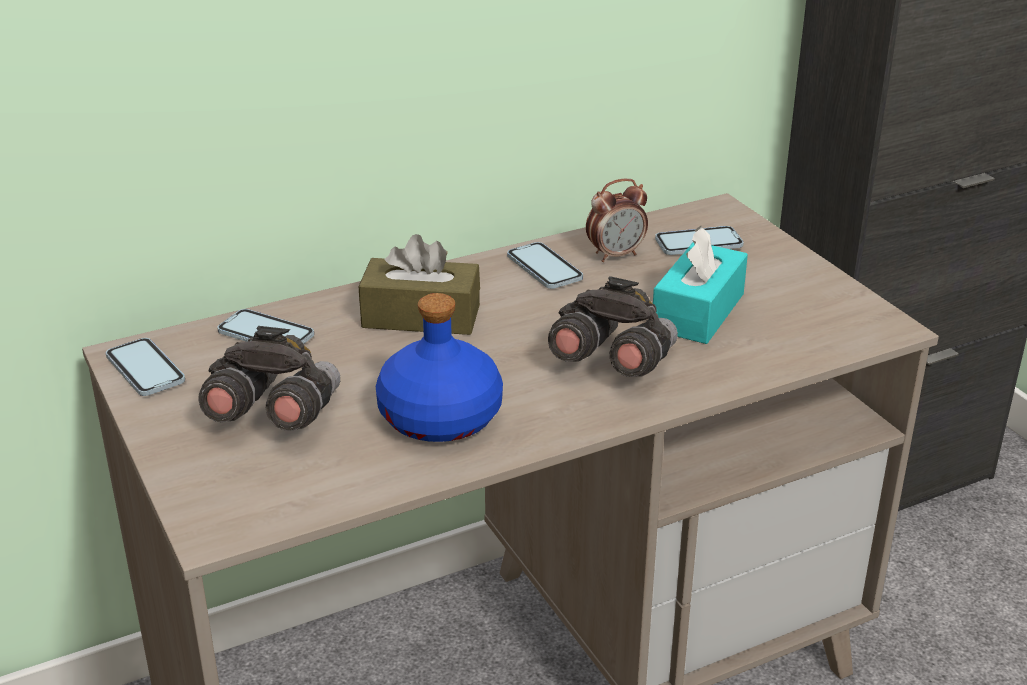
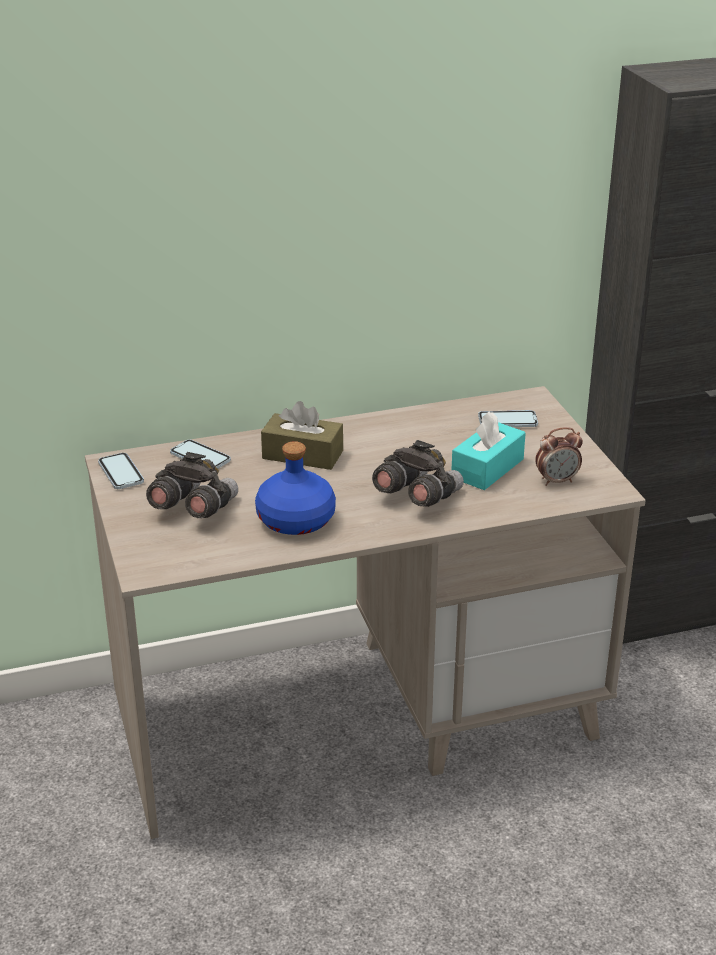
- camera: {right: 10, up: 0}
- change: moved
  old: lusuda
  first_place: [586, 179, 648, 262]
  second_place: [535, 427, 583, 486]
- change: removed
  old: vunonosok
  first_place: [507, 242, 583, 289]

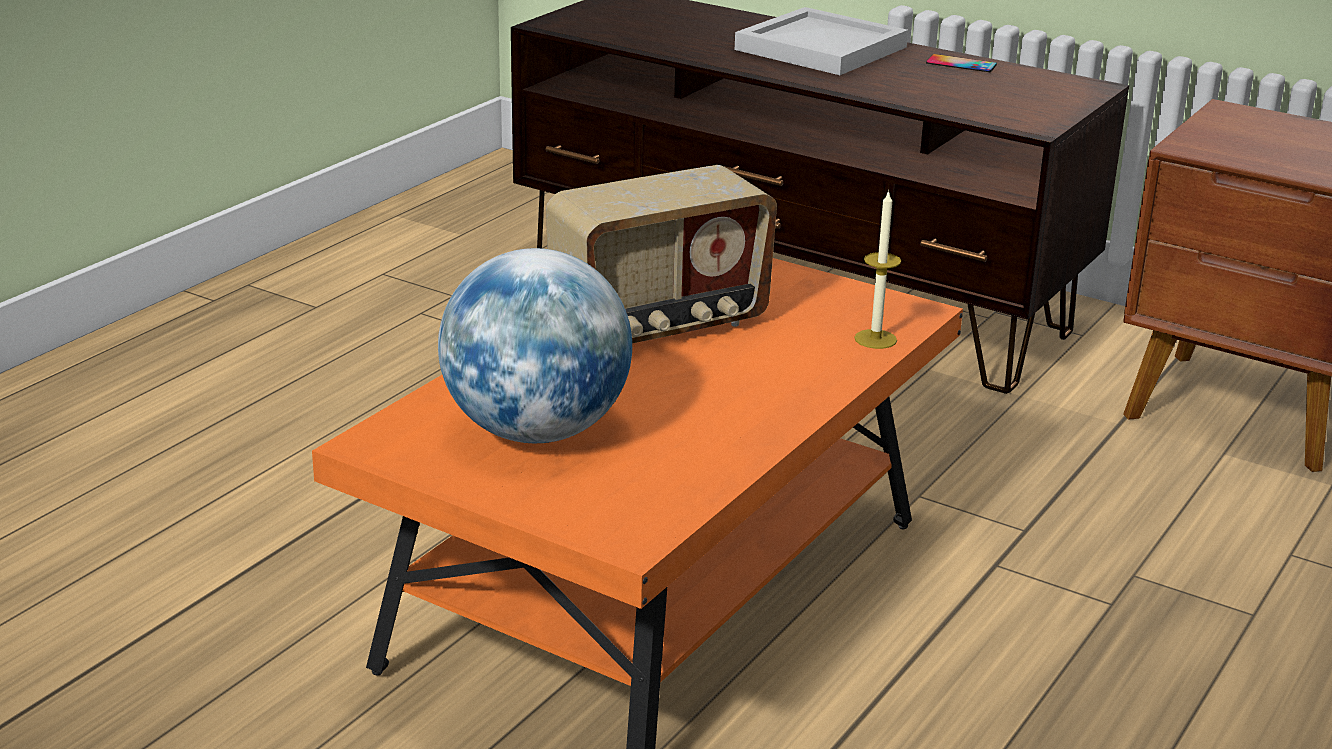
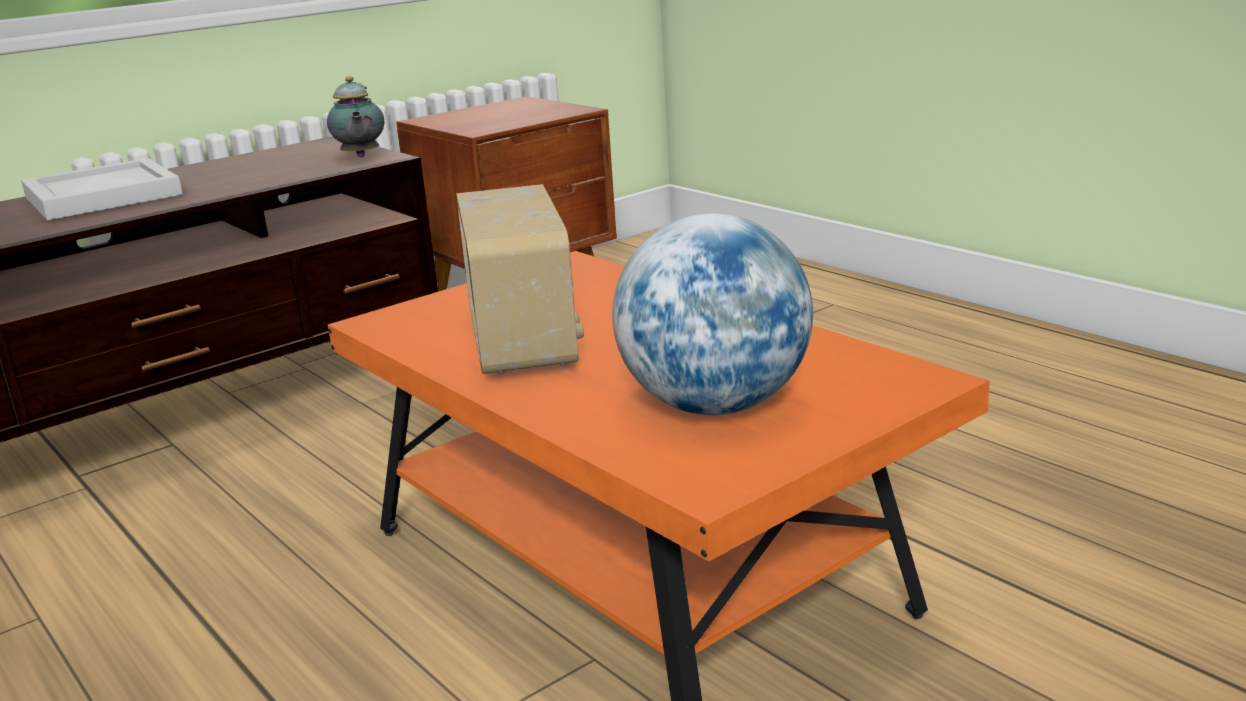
- camera: {right: -70, up: -5}
- change: removed
  old: vunonosok
  first_place: [926, 54, 997, 72]
- change: removed
  old: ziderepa
  first_place: [854, 190, 901, 349]
- change: added
  new: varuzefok
  second_place: [327, 76, 384, 157]

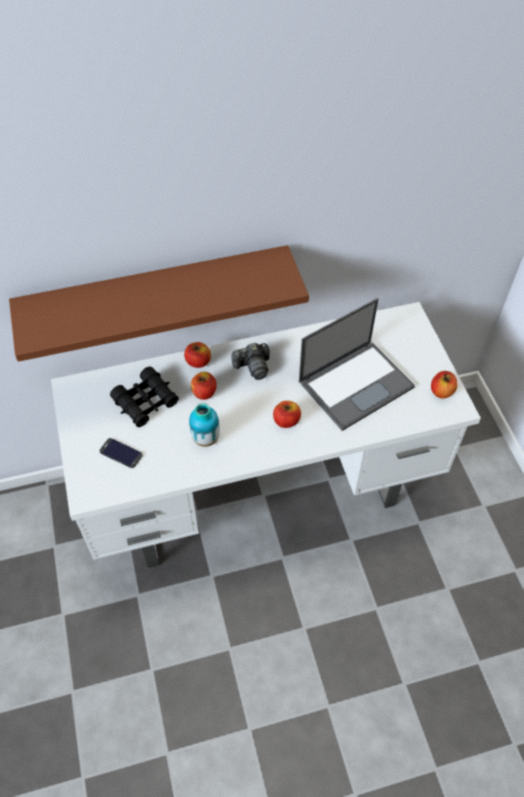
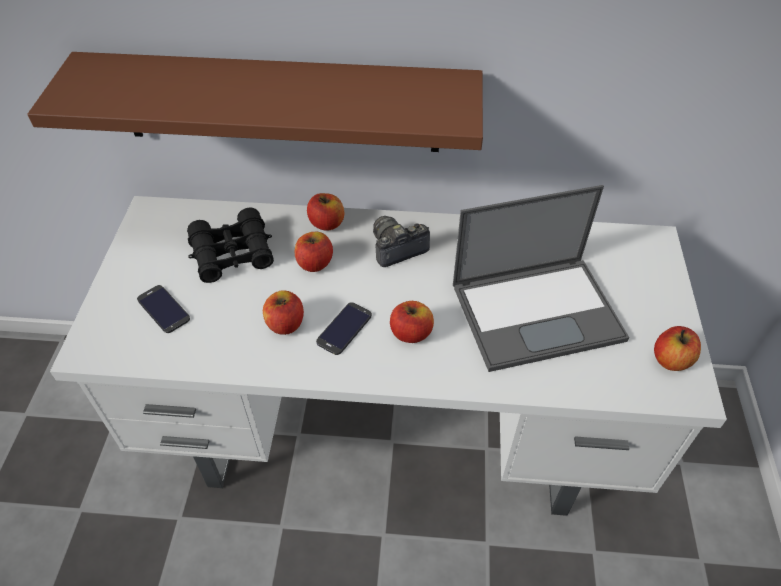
- camera: {right: 20, up: -5}
- change: turned
  old: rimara
  first_place: [231, 343, 270, 380]
  second_place: [373, 216, 430, 267]
  degrees: 150
- change: replaced
  old: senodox
  new: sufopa
  first_place: [189, 403, 220, 447]
  second_place: [263, 290, 304, 335]
- change: added
  new: vunonosok
  second_place: [316, 302, 372, 355]

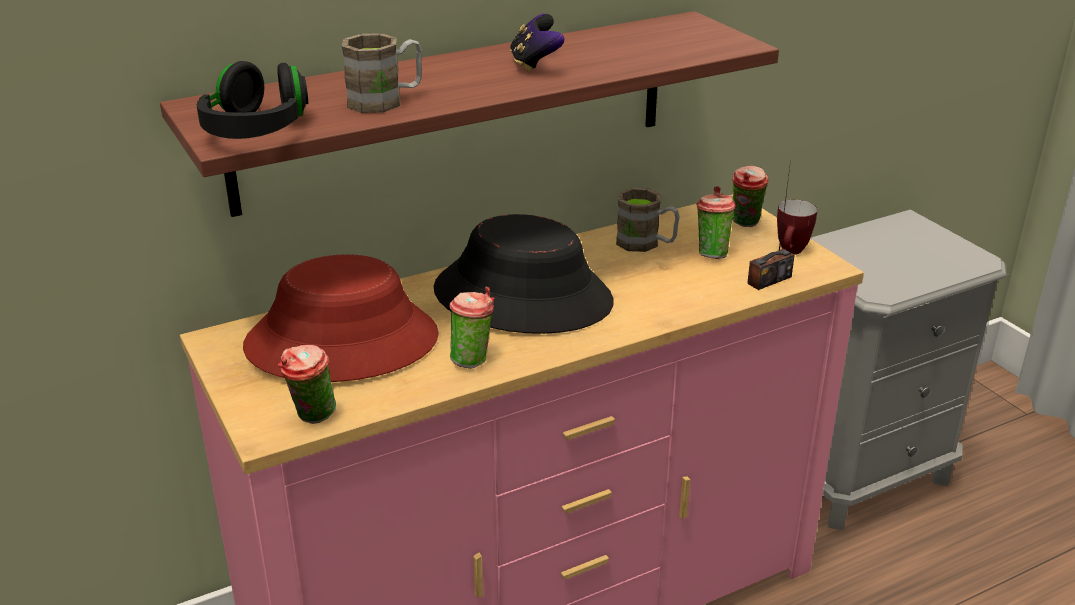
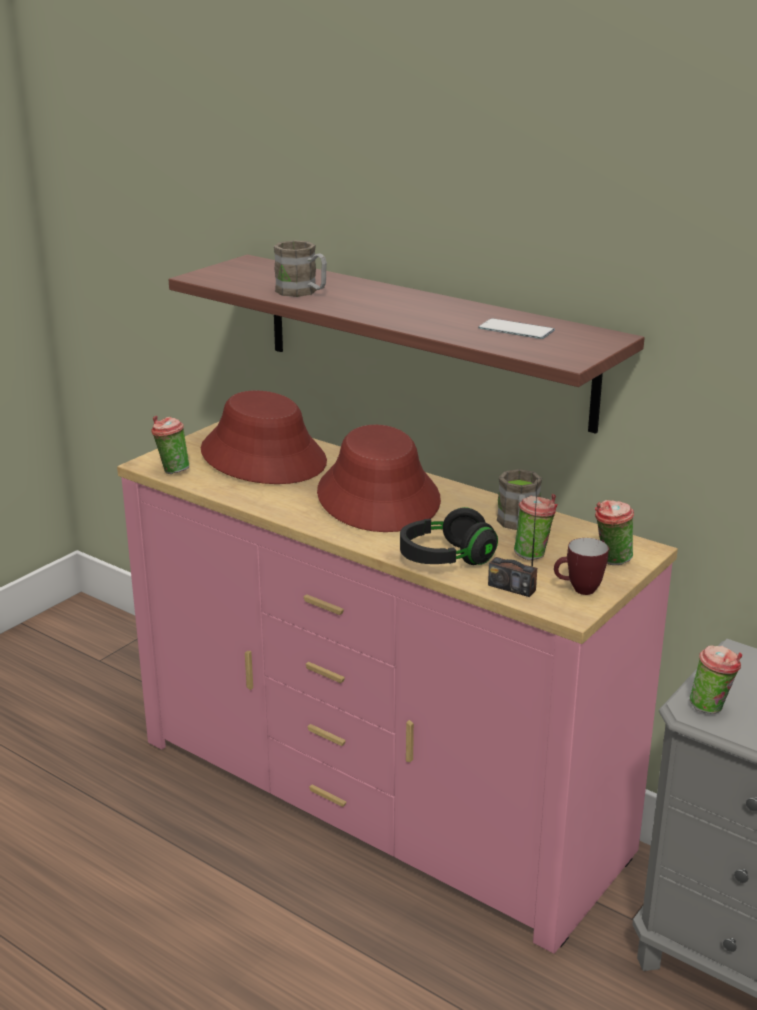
- camera: {right: 65, up: -5}
- change: removed
  old: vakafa
  first_place: [510, 14, 564, 72]
- change: moved
  old: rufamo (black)
  first_place: [197, 61, 308, 139]
  second_place: [400, 507, 498, 565]
- change: recoloured
  old: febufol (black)
  new: febufol (red)
  first_place: [433, 214, 614, 334]
  second_place: [317, 425, 441, 532]
- change: moved
  old: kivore
  first_place: [449, 286, 494, 369]
  second_place: [689, 646, 742, 714]
- change: added
  new: vunonosok
  second_place: [478, 318, 555, 339]

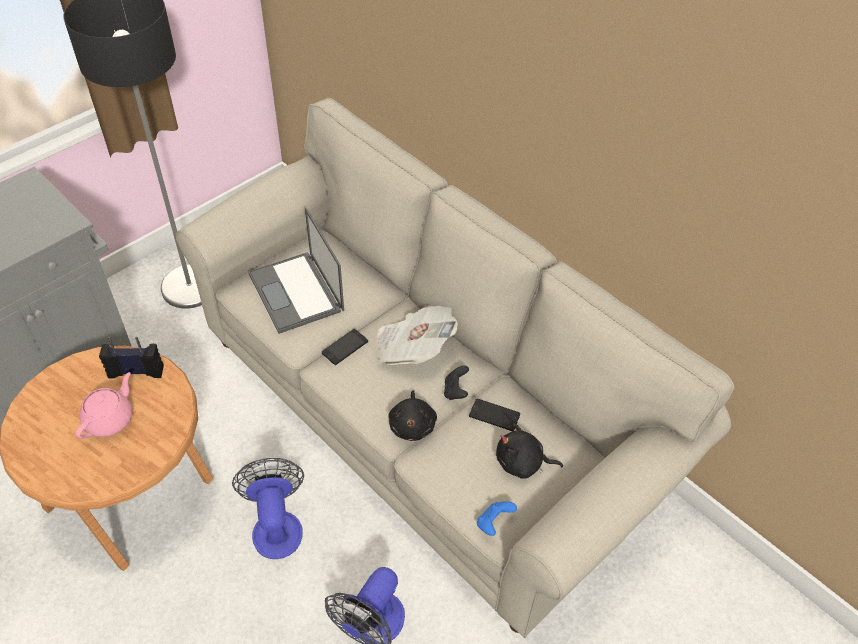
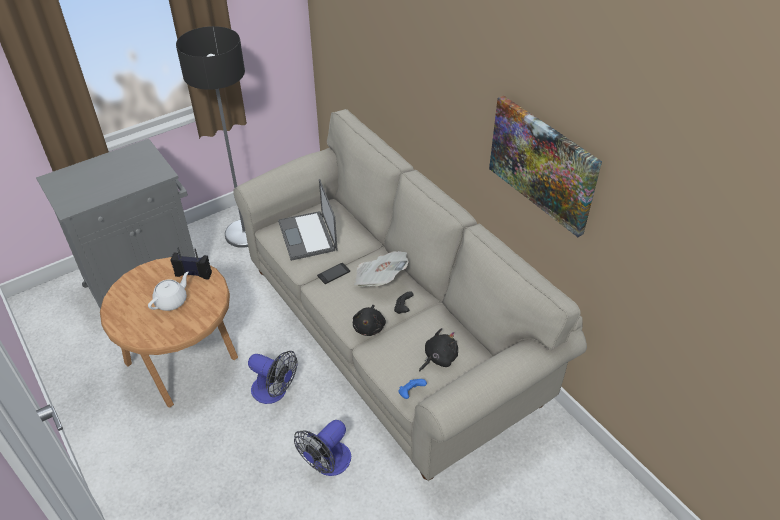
- camera: {right: 10, up: -5}
- change: recoloured
  old: varuzefok (pink)
  new: varuzefok (white)
  first_place: [76, 372, 132, 439]
  second_place: [148, 272, 189, 311]
- change: removed
  old: vunonosok
  first_place: [469, 399, 520, 431]
- change: turned
  old: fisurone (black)
  first_place: [496, 423, 563, 479]
  second_place: [419, 328, 458, 372]
  degrees: 120
- change: turned
  old: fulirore
  first_place: [232, 458, 304, 559]
  second_place: [248, 351, 297, 404]
  degrees: 120
- change: added
  new: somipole
  second_place: [489, 95, 602, 237]

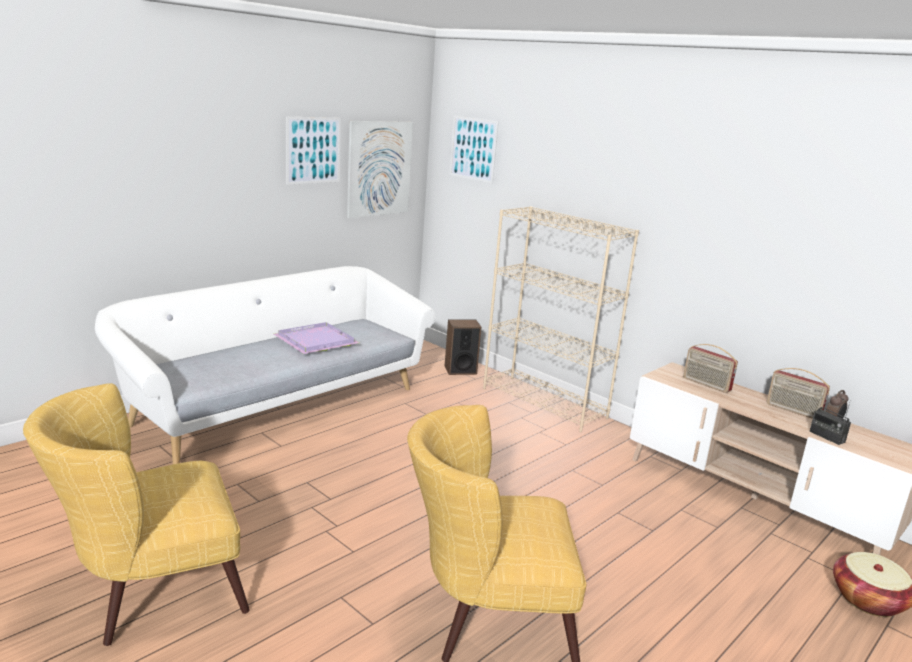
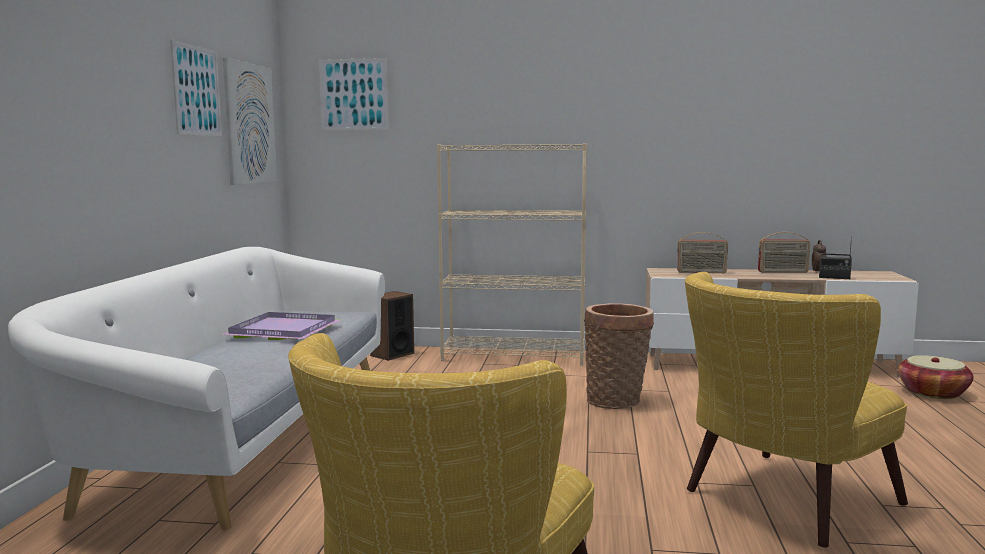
- camera: {right: -35, up: -10}
- change: added
  new: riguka
  second_place: [584, 303, 654, 409]

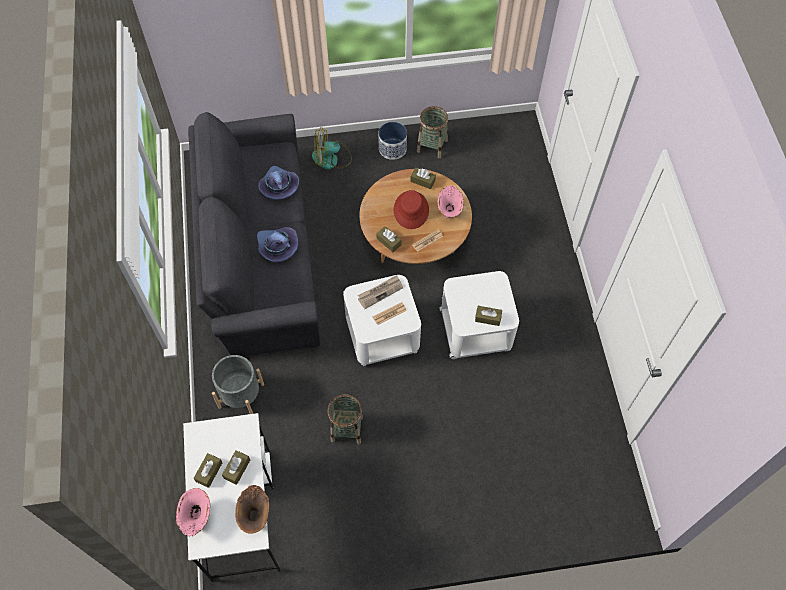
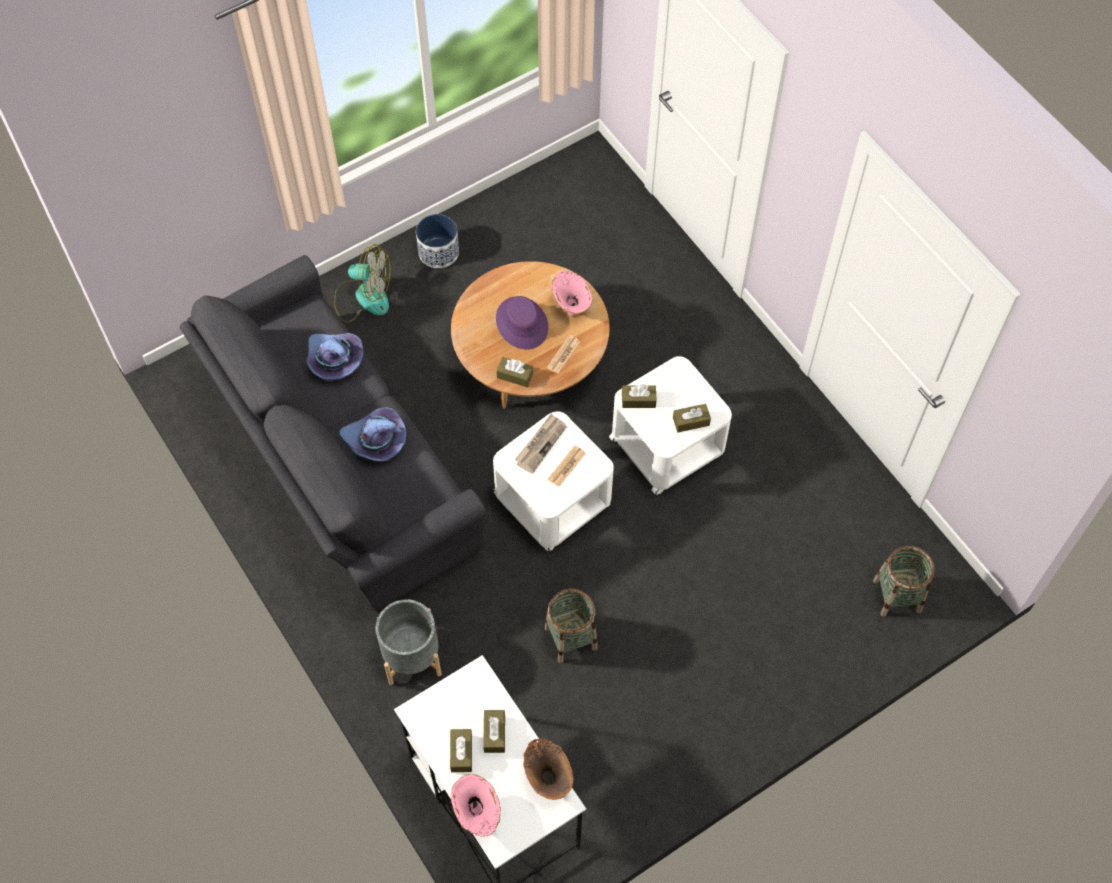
- camera: {right: -25, up: 0}
- change: moved
  old: riguka
  first_place: [417, 106, 448, 159]
  second_place: [873, 546, 935, 617]
- change: turned
  old: fulirore
  first_place: [312, 127, 352, 169]
  second_place: [334, 244, 390, 323]
  degrees: -135
- change: moved
  old: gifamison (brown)
  first_place: [410, 167, 436, 189]
  second_place: [622, 384, 657, 408]
- change: recoloured
  old: febufol (red)
  new: febufol (purple)
  first_place: [394, 190, 429, 229]
  second_place: [496, 296, 548, 350]

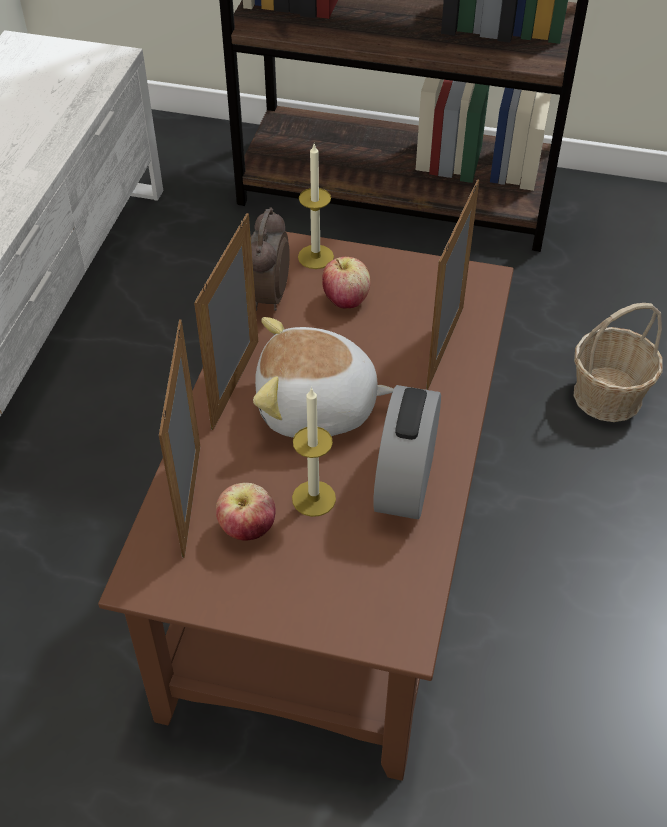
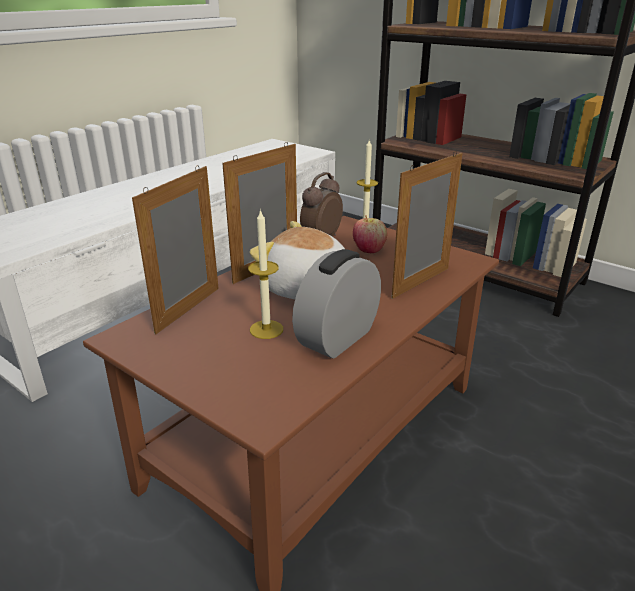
- camera: {right: 25, up: -20}
- change: removed
  old: riguka
  first_place: [574, 303, 663, 422]
- change: removed
  old: sufopa
  first_place: [216, 483, 276, 541]

